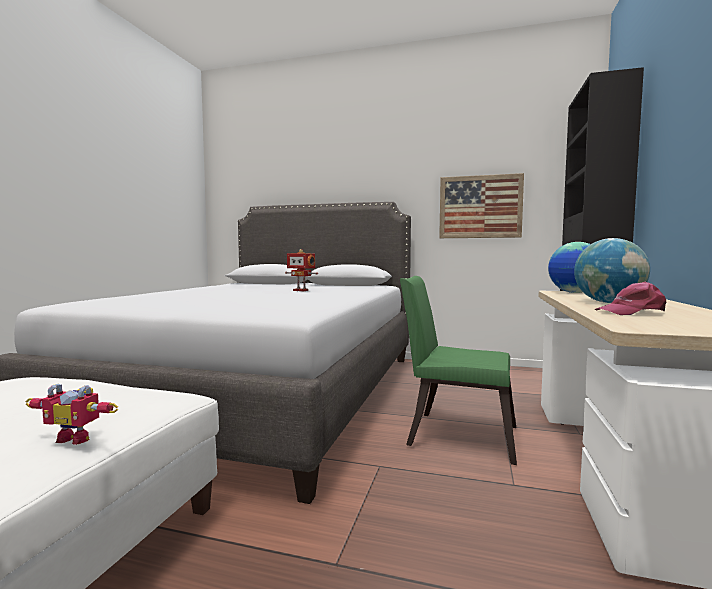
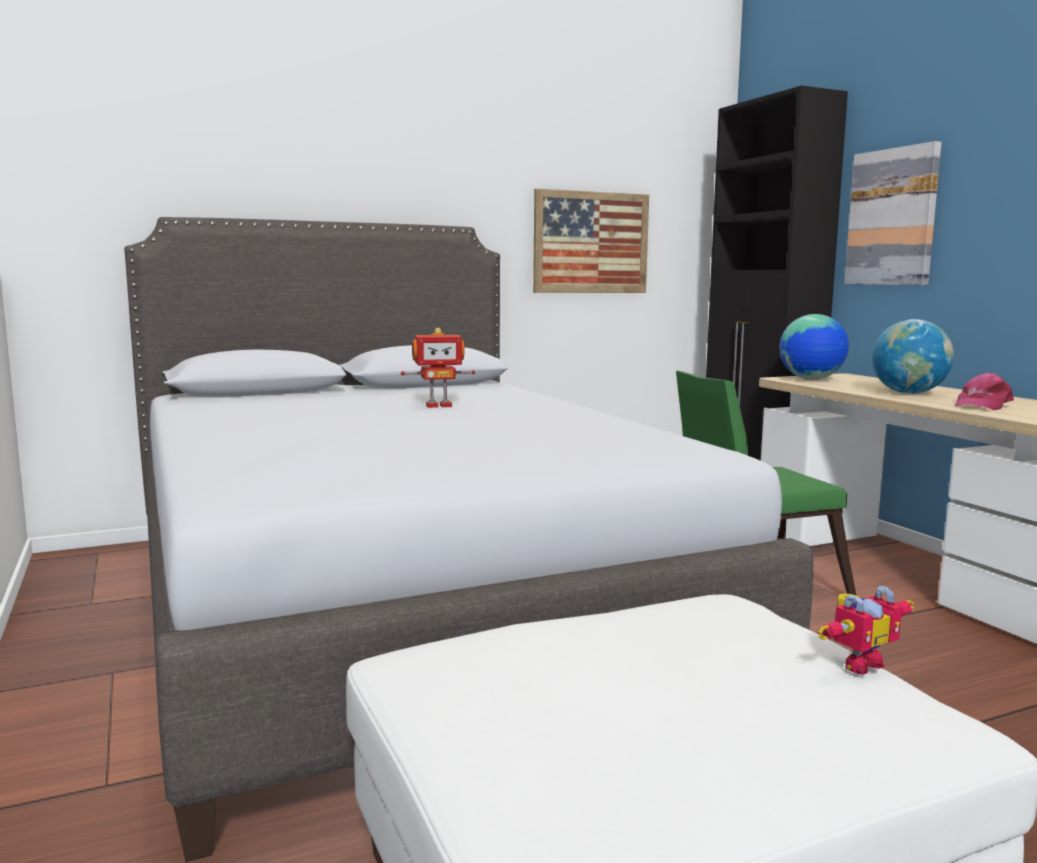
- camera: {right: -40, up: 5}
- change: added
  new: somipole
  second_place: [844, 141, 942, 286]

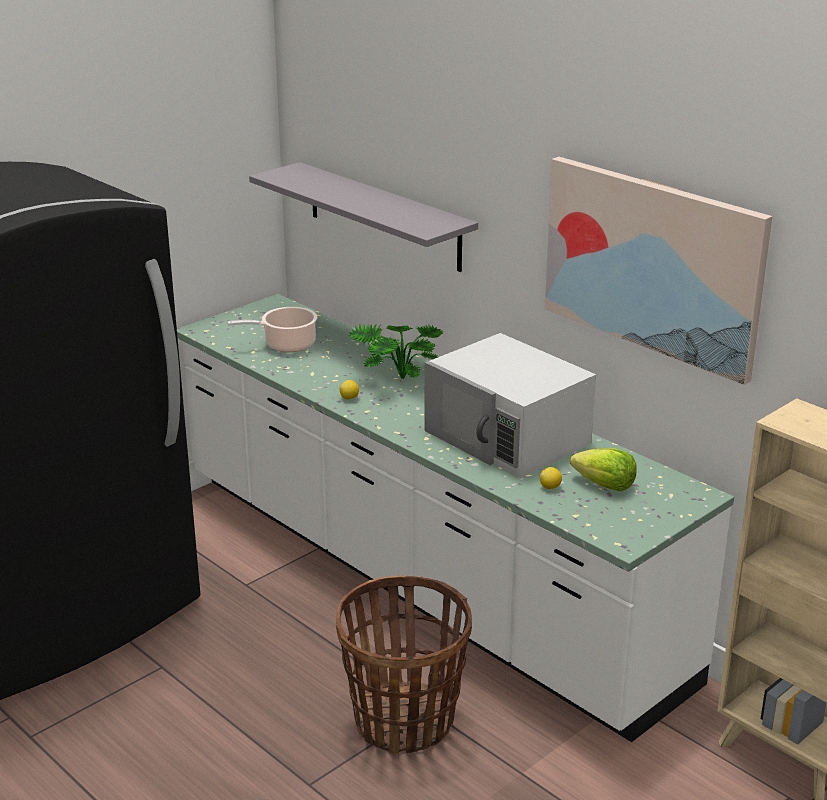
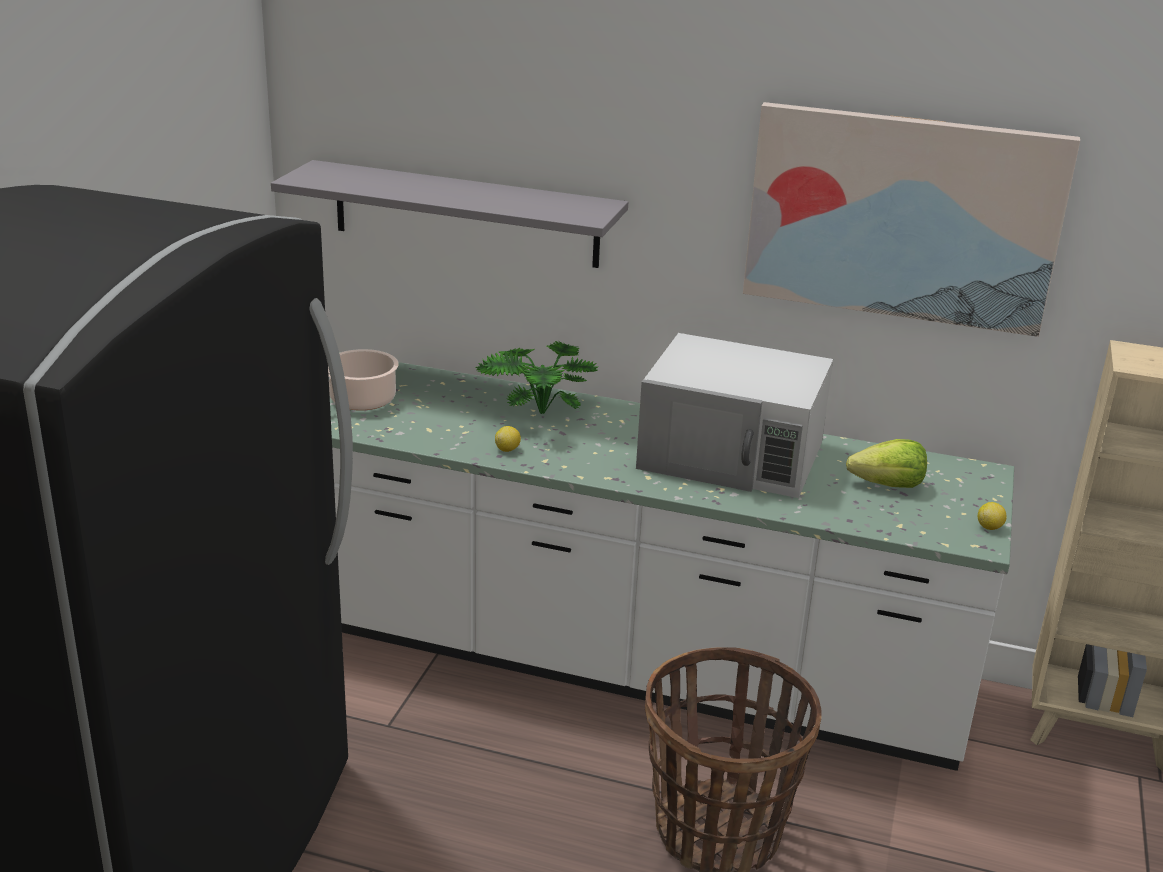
- camera: {right: -30, up: 0}
- change: moved
  old: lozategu
  first_place: [540, 467, 562, 489]
  second_place: [978, 502, 1007, 530]

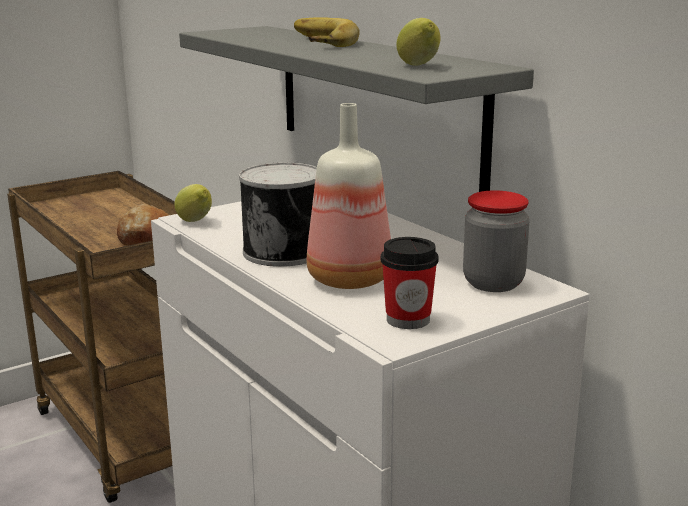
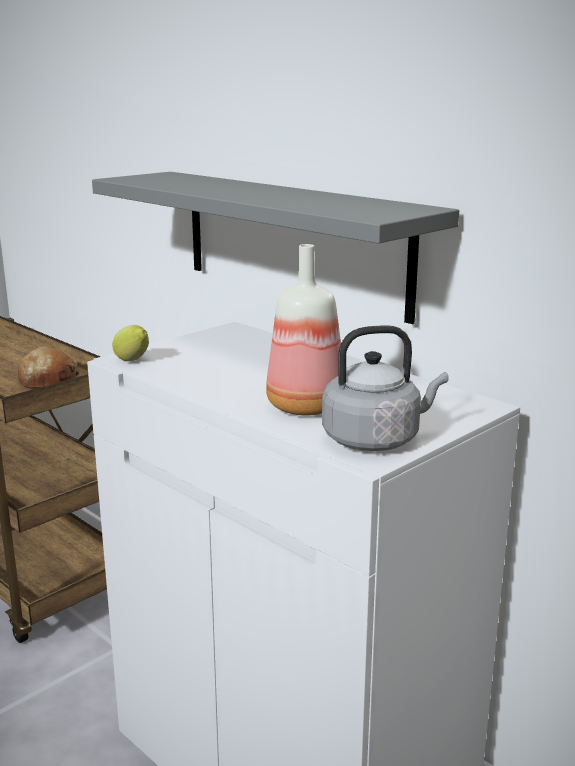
- camera: {right: -10, up: 0}
- change: removed
  old: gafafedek
  first_place: [294, 17, 360, 47]
- change: removed
  old: lozategu
  first_place: [396, 18, 441, 66]
- change: removed
  old: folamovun
  first_place: [239, 162, 317, 267]
- change: removed
  old: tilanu
  first_place: [463, 190, 529, 292]
- change: replaced
  old: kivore
  new: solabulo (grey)
  first_place: [381, 237, 439, 329]
  second_place: [322, 325, 449, 451]

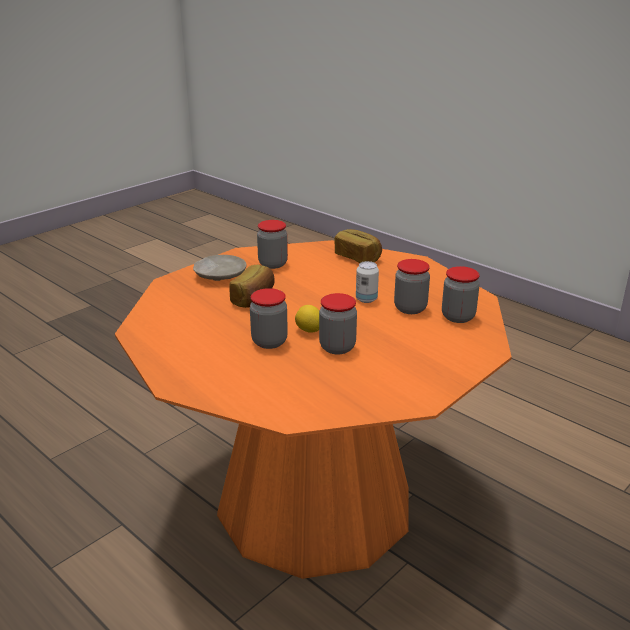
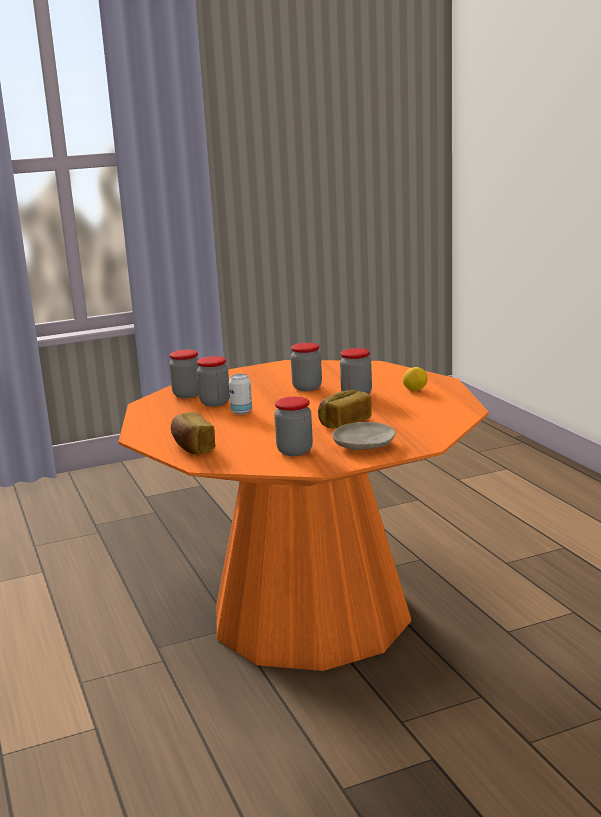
- camera: {right: -155, up: -10}
- change: moved
  old: lozategu
  first_place: [295, 305, 319, 333]
  second_place: [403, 367, 427, 391]

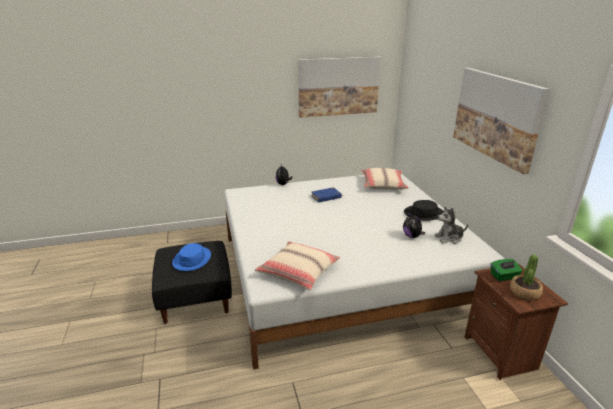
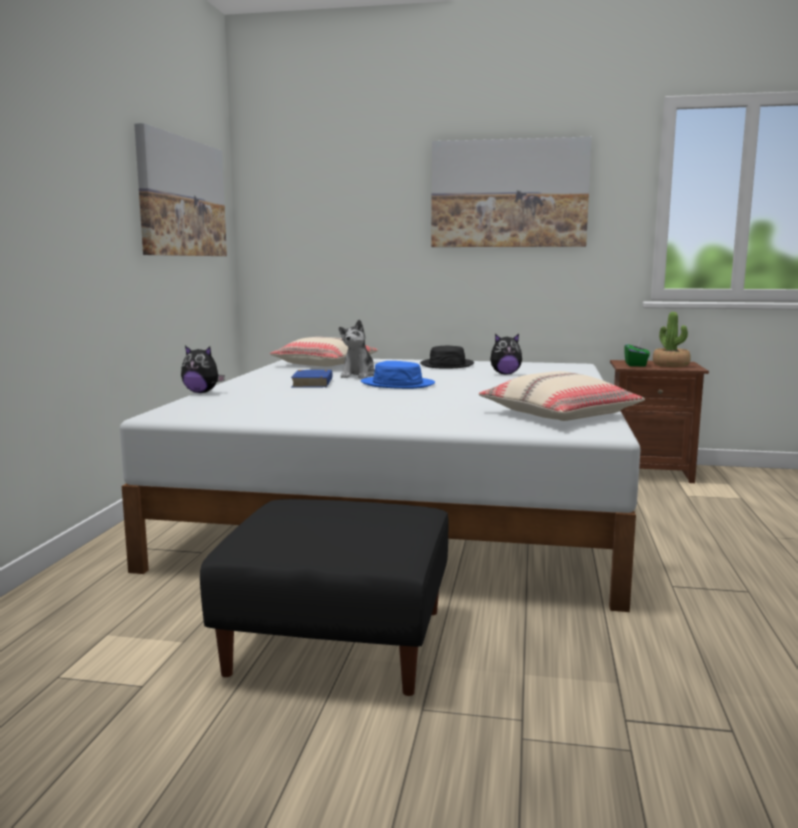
- camera: {right: -65, up: -15}
- change: moved
  old: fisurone
  first_place: [435, 206, 468, 244]
  second_place: [339, 319, 375, 379]
- change: moved
  old: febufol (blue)
  first_place: [172, 243, 211, 271]
  second_place: [361, 361, 435, 389]

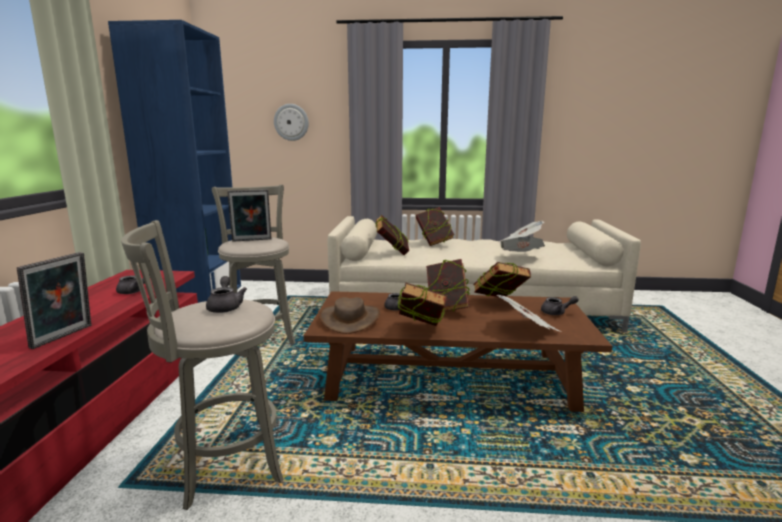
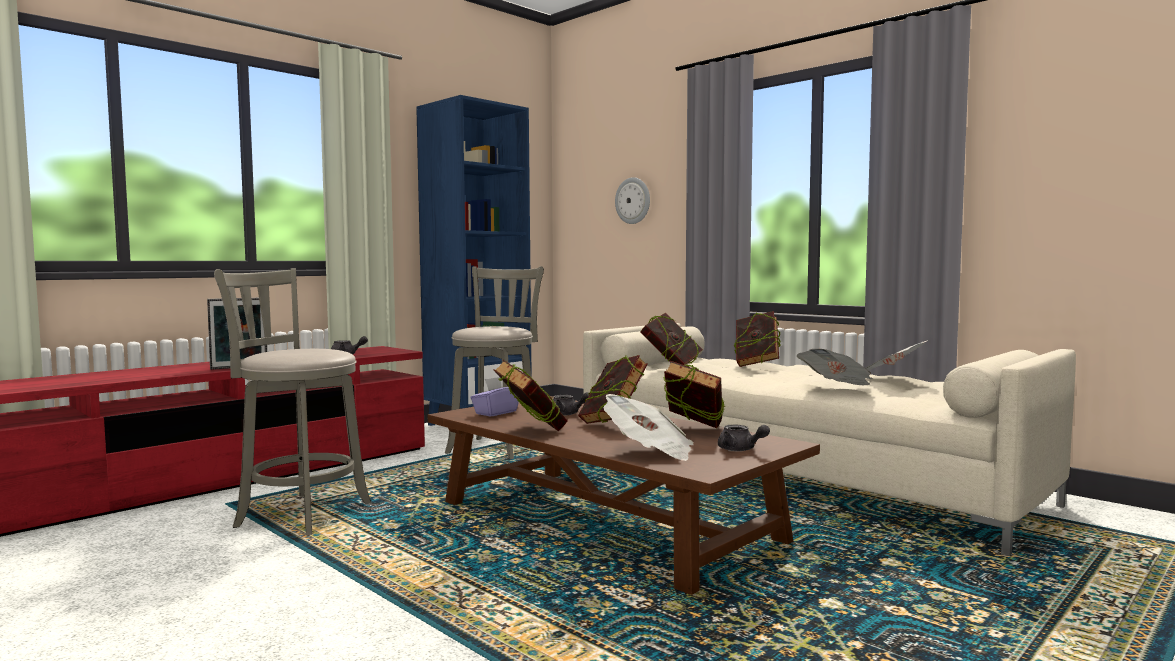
- camera: {right: 40, up: -10}
- change: removed
  old: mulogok
  first_place: [227, 189, 272, 242]
- change: removed
  old: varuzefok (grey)
  first_place: [206, 276, 247, 313]
- change: replaced
  old: febufol (brown)
  new: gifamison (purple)
  first_place: [319, 297, 380, 334]
  second_place: [471, 377, 519, 416]

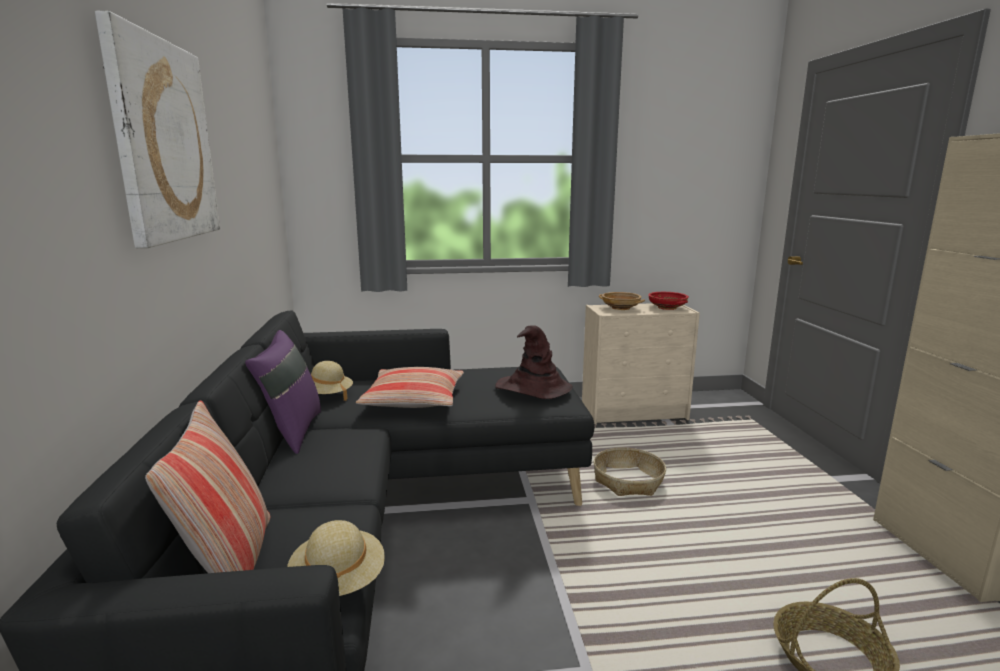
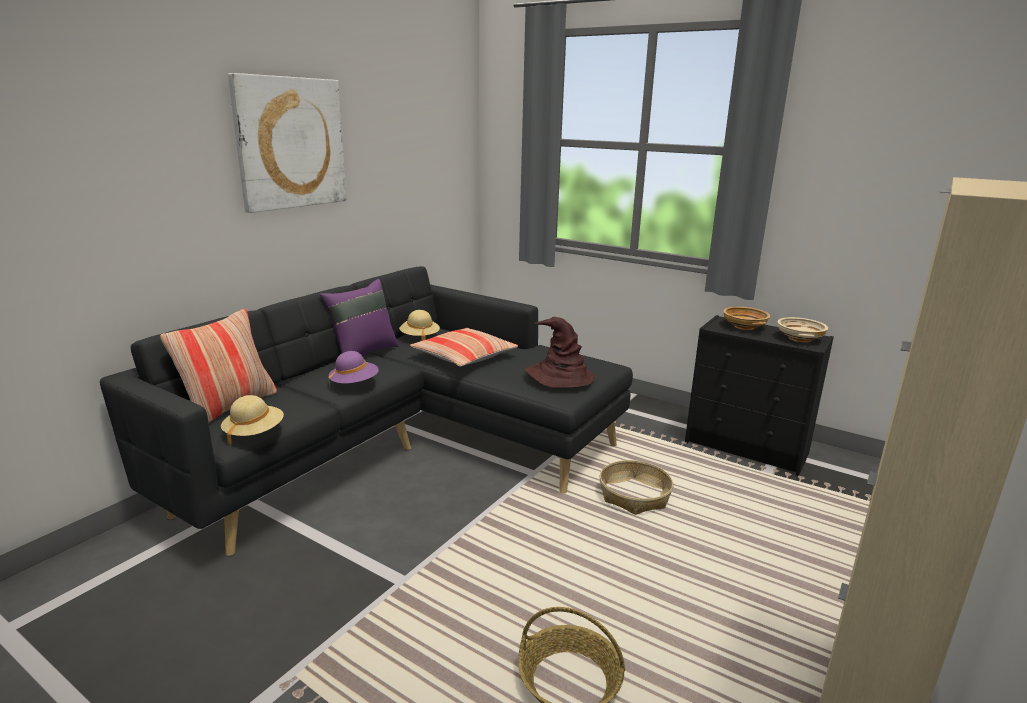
- camera: {right: 40, up: 5}
- change: recoloured
  old: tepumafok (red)
  new: tepumafok (beige)
  first_place: [648, 292, 689, 310]
  second_place: [778, 317, 828, 342]
- change: recoloured
  old: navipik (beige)
  new: navipik (black)
  first_place: [582, 303, 700, 425]
  second_place: [685, 315, 834, 476]
- change: added
  new: febufol (purple)
  second_place: [328, 351, 379, 386]

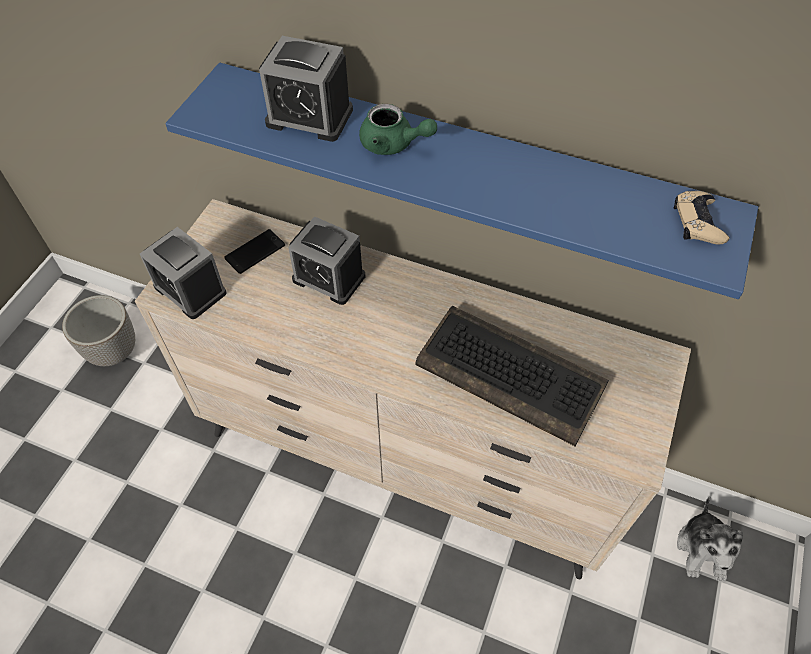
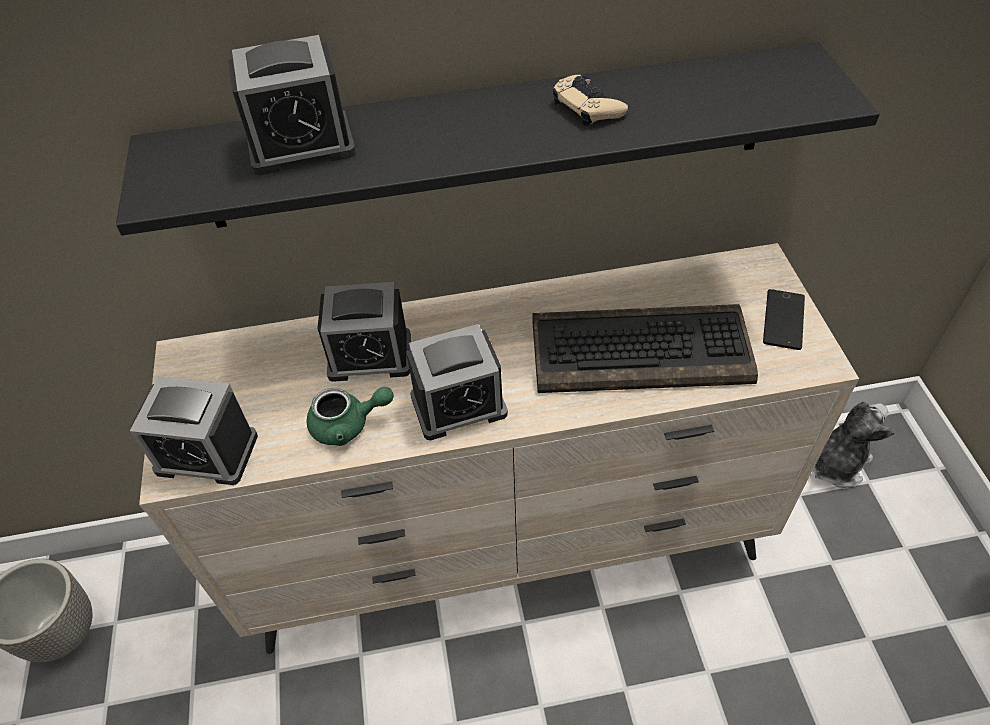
- camera: {right: -30, up: -5}
- change: recoloured
  old: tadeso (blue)
  new: tadeso (black)
  first_place: [165, 63, 758, 299]
  second_place: [116, 42, 880, 235]
- change: moved
  old: varuzefok (green)
  first_place: [359, 104, 437, 155]
  second_place: [307, 387, 394, 446]
- change: moved
  old: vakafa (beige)
  first_place: [674, 191, 729, 244]
  second_place: [553, 75, 628, 127]
- change: moved
  old: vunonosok
  first_place: [224, 229, 285, 274]
  second_place: [763, 289, 805, 350]
- change: turned
  old: fisurone
  first_place: [677, 497, 743, 581]
  second_place: [813, 401, 895, 488]
  degrees: -105
- change: added
  new: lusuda
  second_place: [406, 324, 508, 440]

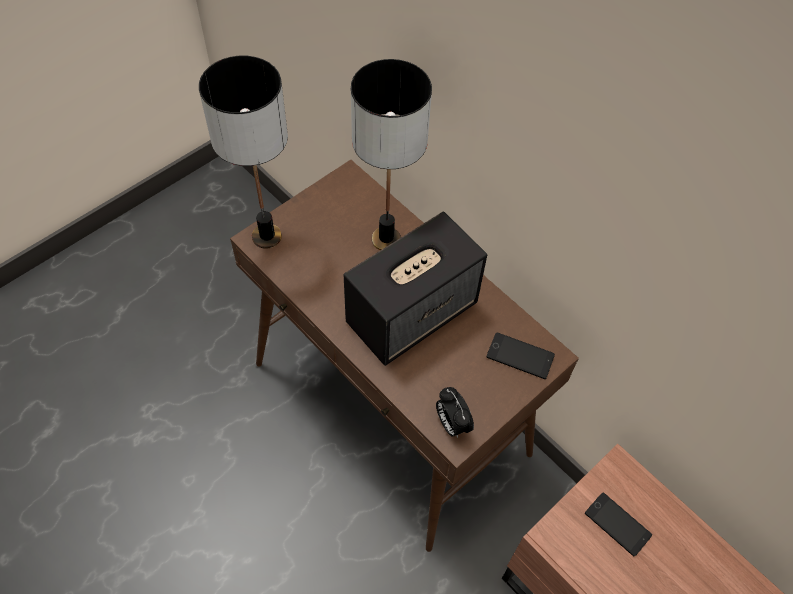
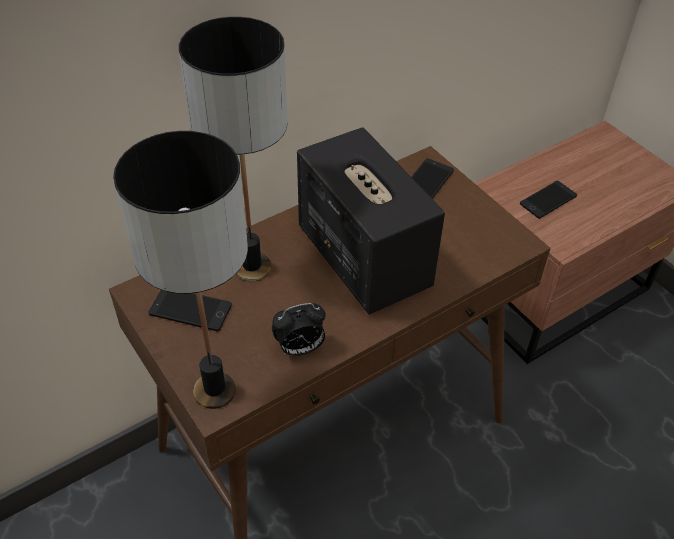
- camera: {right: -80, up: -10}
- change: moved
  old: lusuda
  first_place: [436, 387, 474, 438]
  second_place: [272, 303, 326, 356]
- change: added
  new: vunonosok
  second_place: [148, 290, 232, 332]

